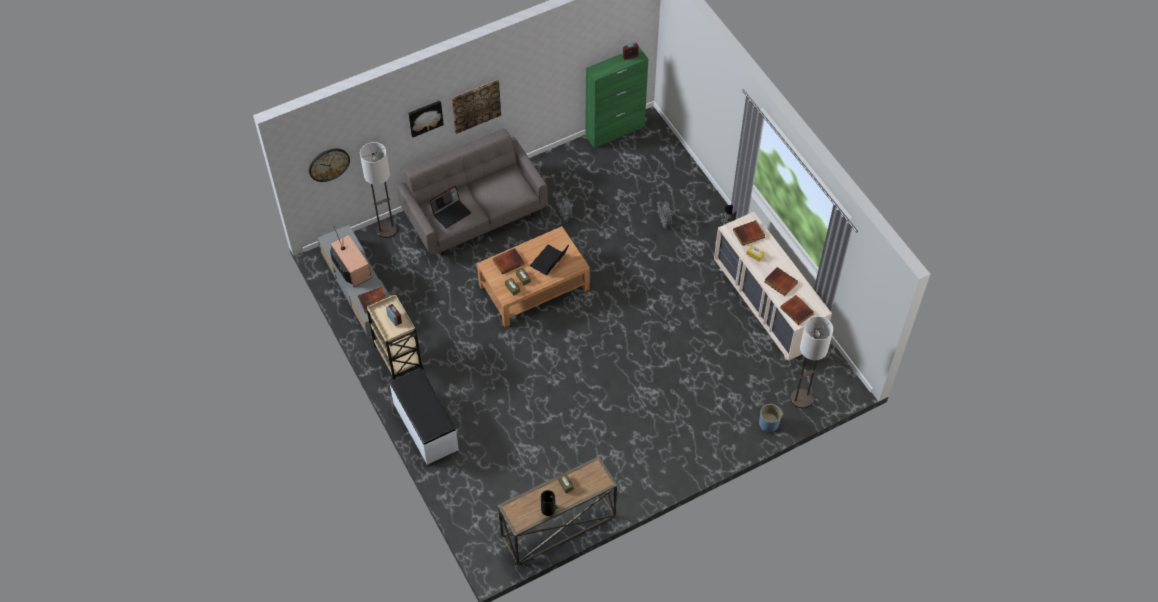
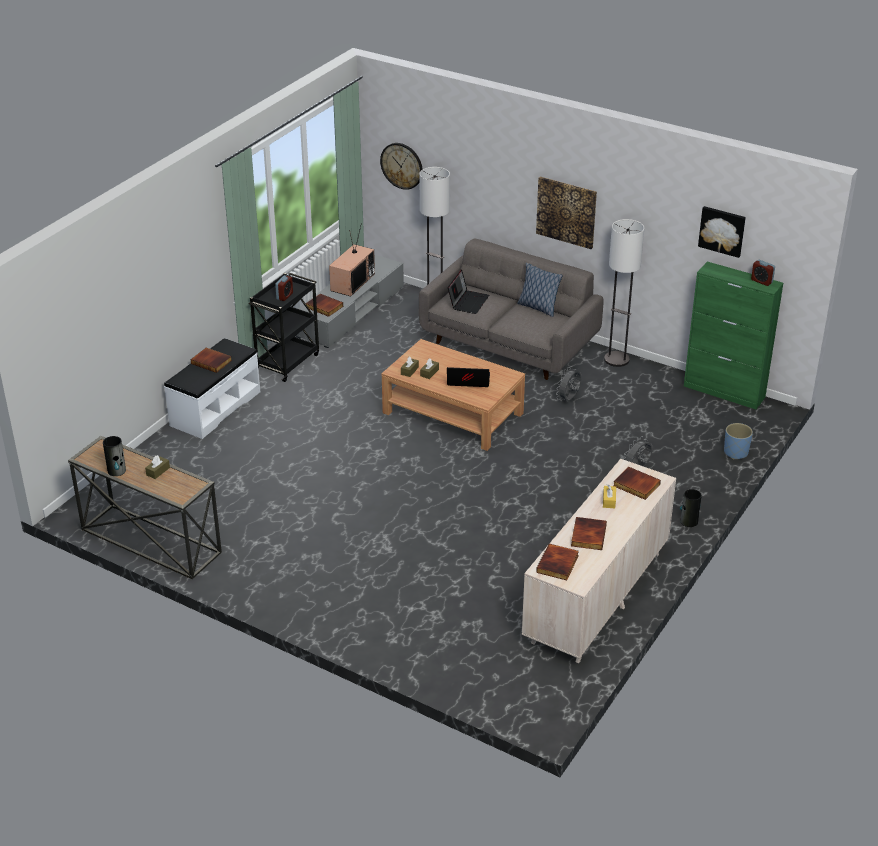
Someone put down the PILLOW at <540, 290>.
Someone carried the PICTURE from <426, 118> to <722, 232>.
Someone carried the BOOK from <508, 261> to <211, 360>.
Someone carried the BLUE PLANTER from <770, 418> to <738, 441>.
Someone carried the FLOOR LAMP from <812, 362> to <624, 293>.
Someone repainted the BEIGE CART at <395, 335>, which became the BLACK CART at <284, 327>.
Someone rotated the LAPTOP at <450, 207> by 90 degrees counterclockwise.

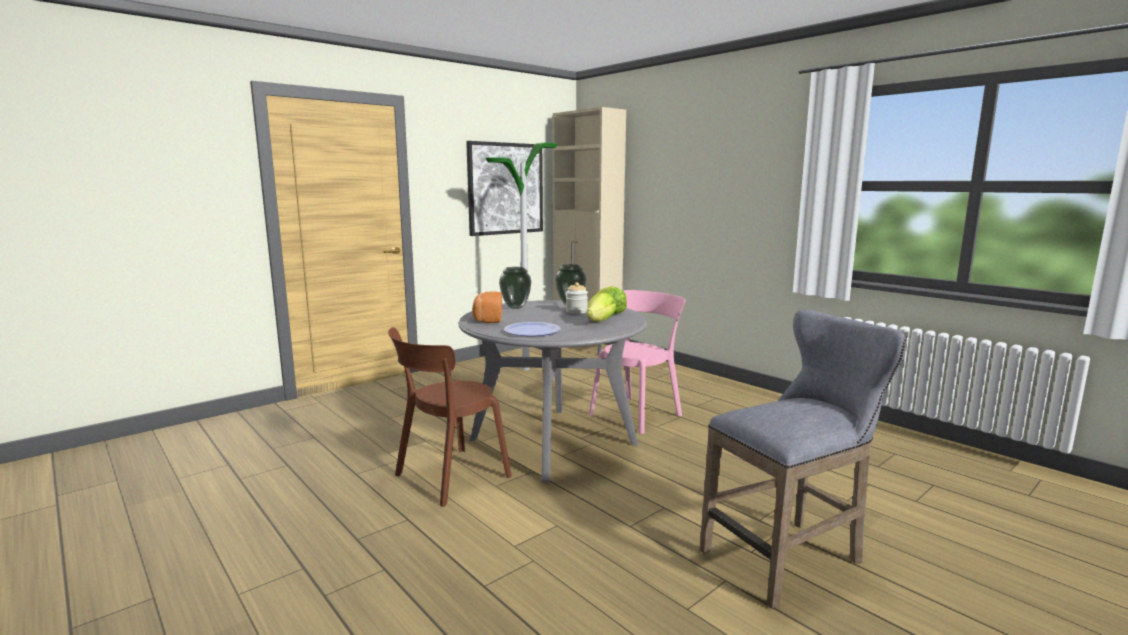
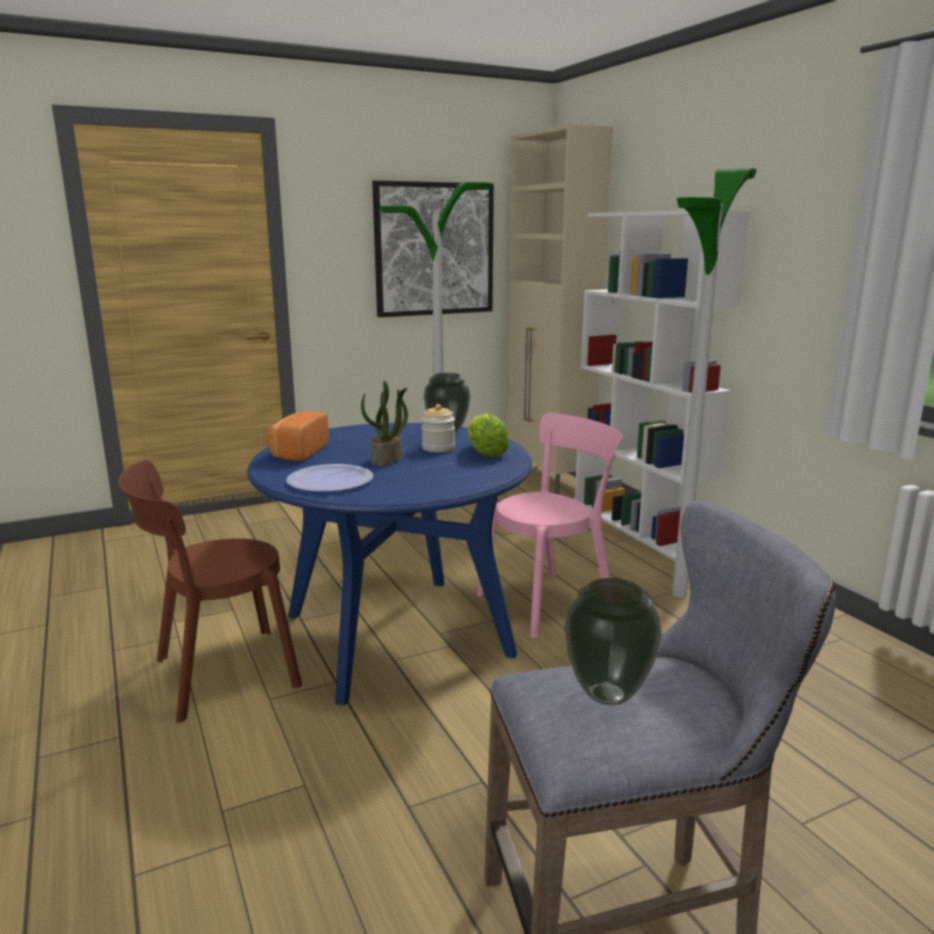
Someone took away the LETTUCE at <601, 307>.
Someone put down the POTTED PLANT at <384, 423>.
Someone put down the WHITE BOOKCASE at <662, 385>.
Someone put down the FLOOR LAMP at <714, 383>.
Someone carried the VASE from <515, 288> to <613, 641>.
Someone repainted the GREY DINING TABLE at <553, 391>, which became the BLUE DINING TABLE at <389, 564>.

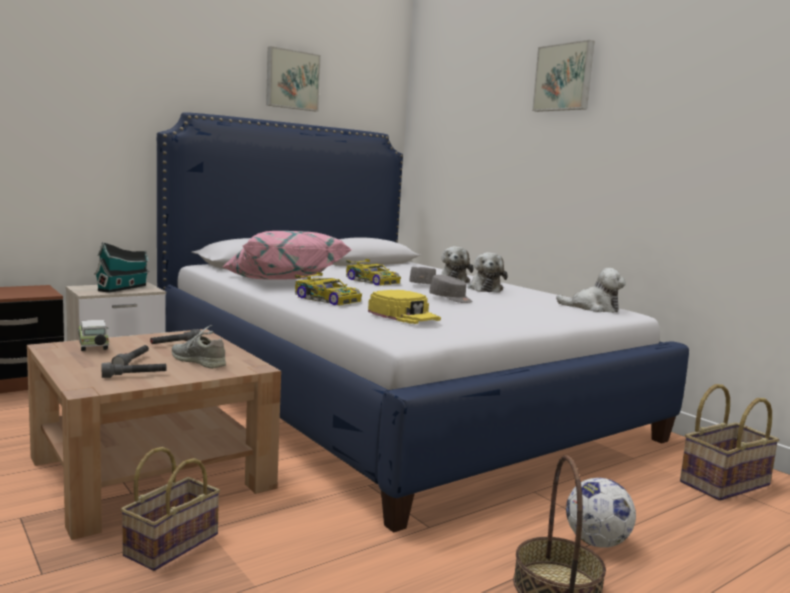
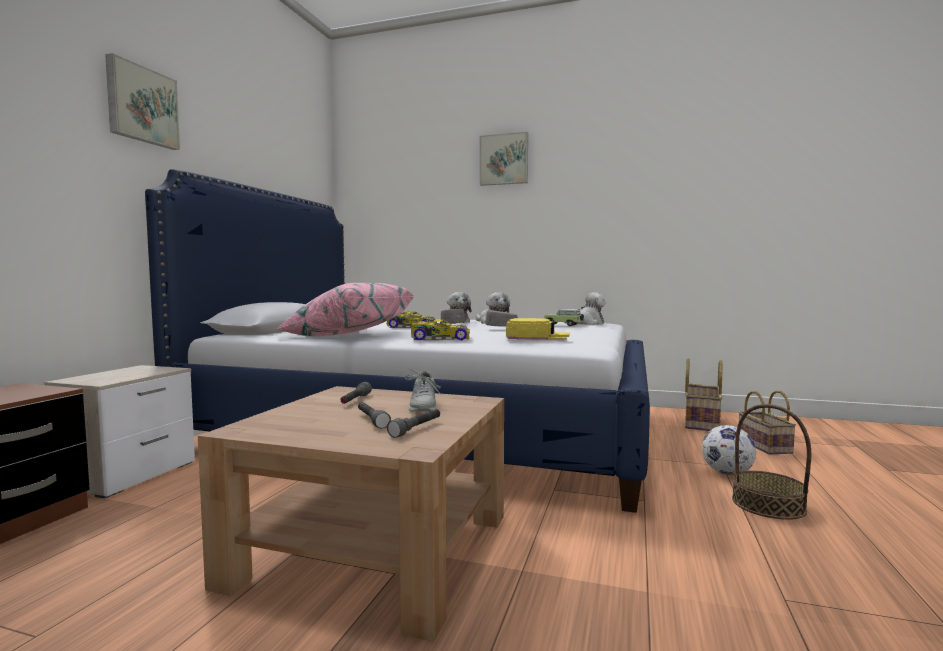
Someone took away the TOY HOUSE at <121, 267>.
Someone carried the TOY CAR from <93, 335> to <564, 317>.
Someone carried the BASKET from <170, 509> to <767, 422>.
Someone carried the PICTURE from <293, 78> to <142, 101>.
Someone rotated the GREY SHOE at <199, 347> by 90 degrees counterclockwise.

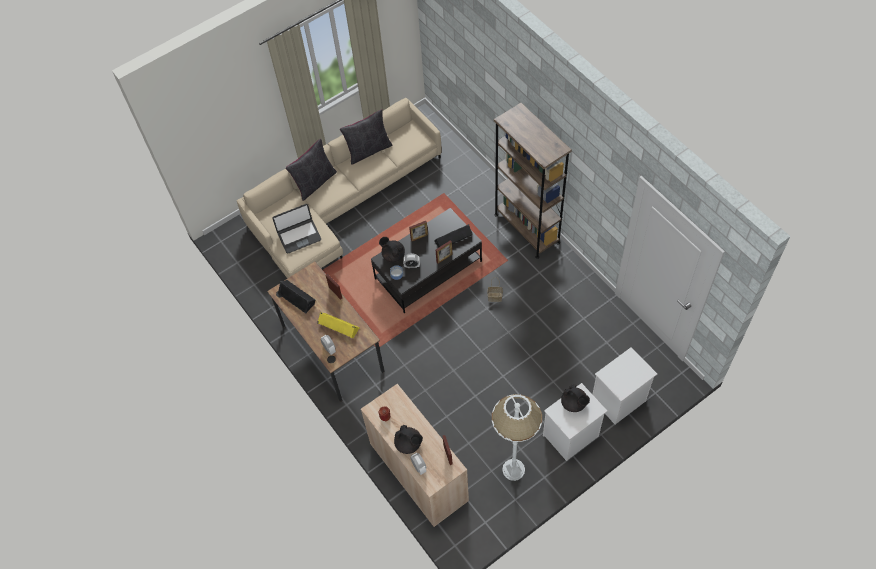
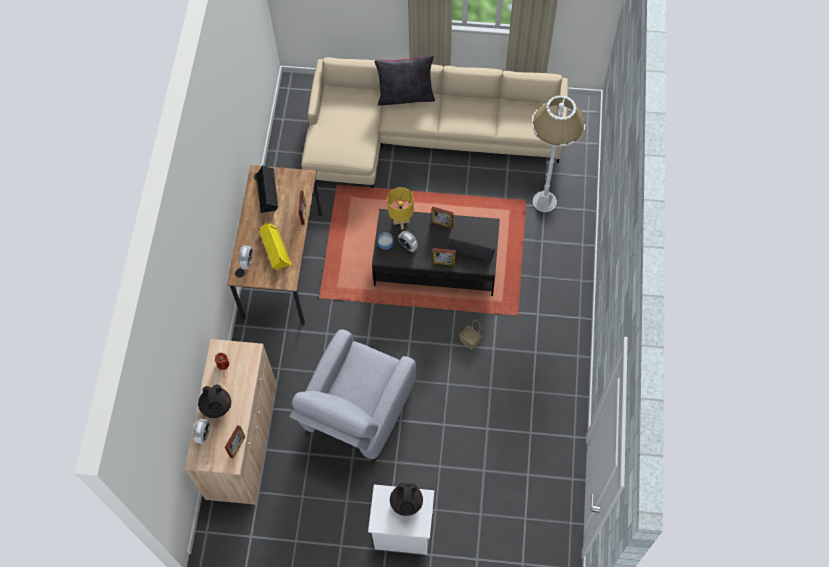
Someone took away the LAPTOP at <296, 229>.
Someone took away the BLACK PILLOW at <366, 137>.
Someone took away the BROWN BOOKCASE at <533, 181>.
Someone took away the WHITE NIGHTSTAND at <624, 386>.
Someone put down the GREY ARMCHAIR at <352, 397>.
Someone carried the WHITE FLOOR LAMP from <517, 437> to <559, 153>.
Someone swapped the BLACK TEAPOT at <392, 249> for the YELLOW TABLE LAMP at <400, 208>.

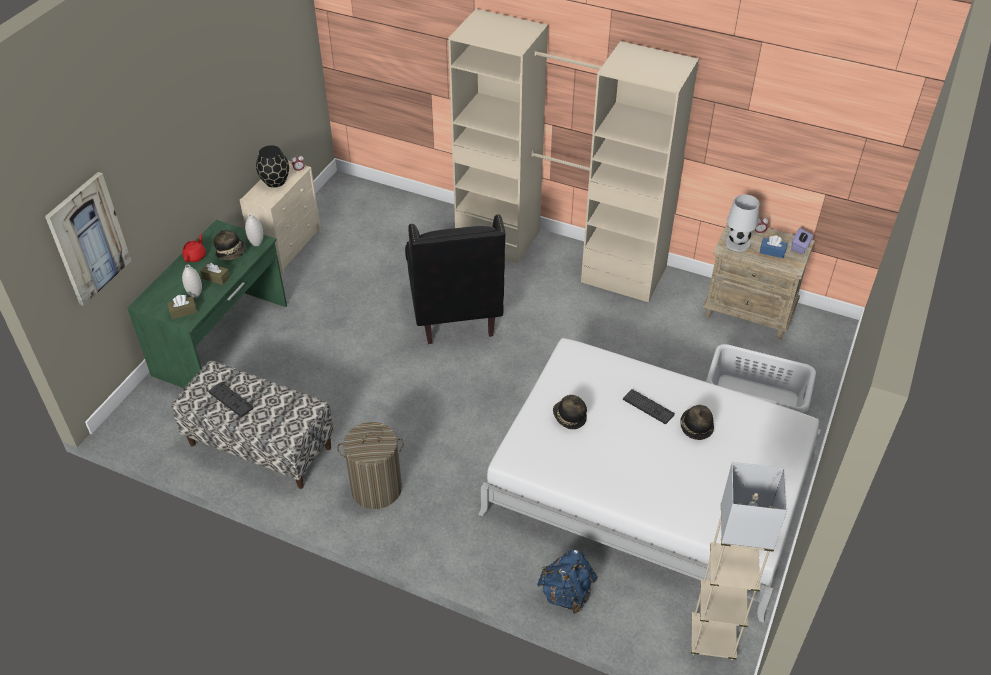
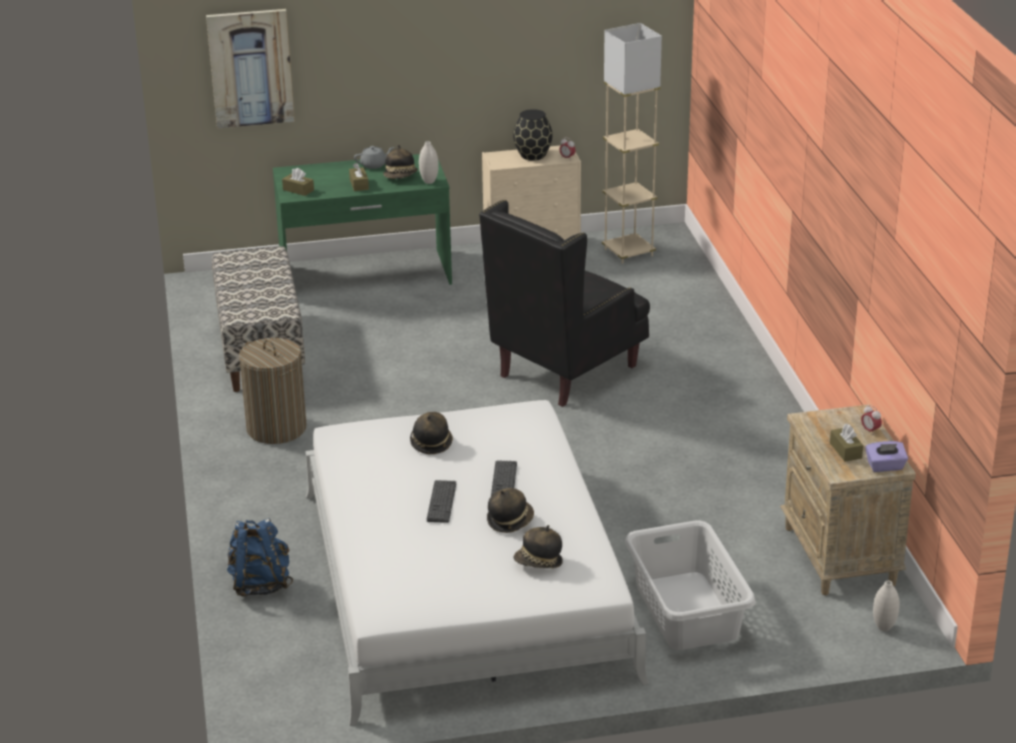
Someone took away the BEIGE WARDROBE at <573, 155>.
Someone took away the WHITE TABLE LAMP at <742, 223>.
Someone put down the HAT at <538, 546>.
Someone carried the WHITE VASE from <192, 281> to <886, 606>.
Someone carried the KEYBOARD from <231, 399> to <441, 501>.
Someone carried the BEIGE FLOOR LAMP from <739, 561> to <632, 143>.
Someone repainted the RED TEAPOT at <194, 248>, which became the GREY TEAPOT at <374, 157>.
Someone repainted the BLUE TISSUE BOX at <773, 247>, which became the BROWN TISSUE BOX at <846, 442>.

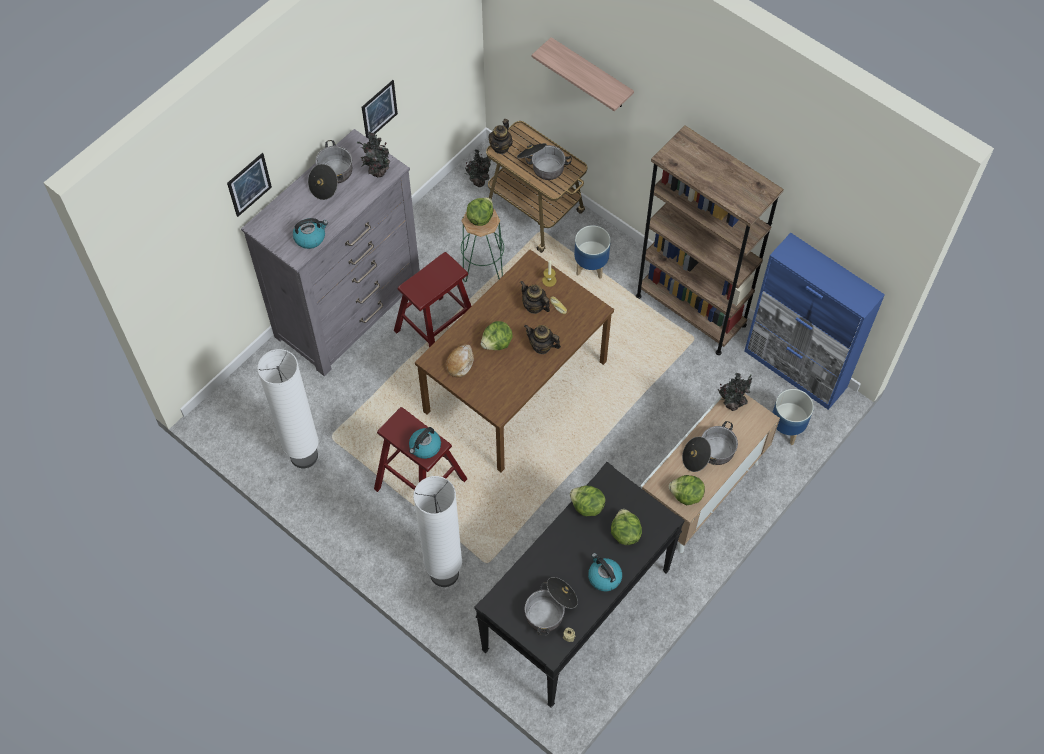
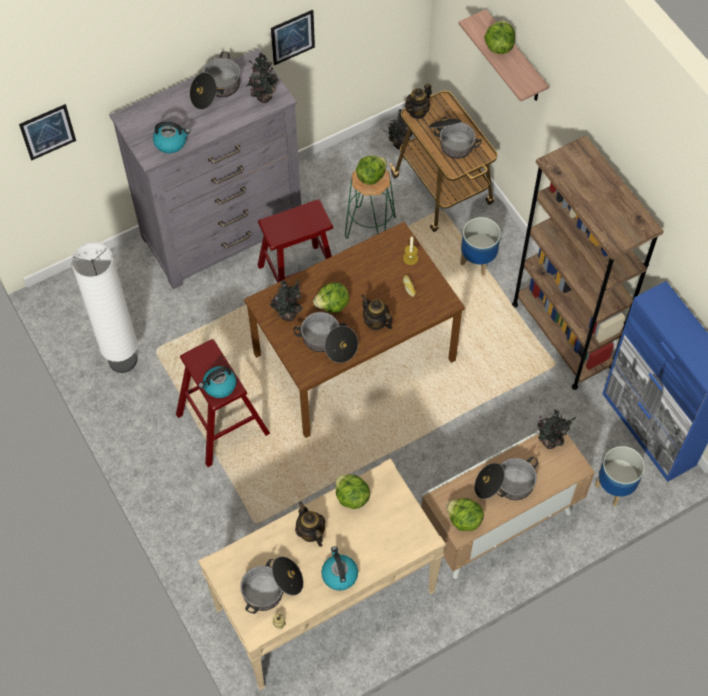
Someone took away the WHITE FLOOR LAMP at <437, 531>.
Someone put down the COOKING POT at <325, 337>.
Someone carried the PICTURE from <249, 185> to <47, 132>.
Someone carried the TEAPOT from <535, 297> to <310, 524>.
Someone carried the LETTUCE from <626, 527> to <499, 37>.
Someone swapped the BREAD at <460, 361> for the POTTED PLANT at <285, 300>.
Someone repainted the BLACK CONSOLE TABLE at <579, 585>, which became the BEIGE CONSOLE TABLE at <322, 574>.

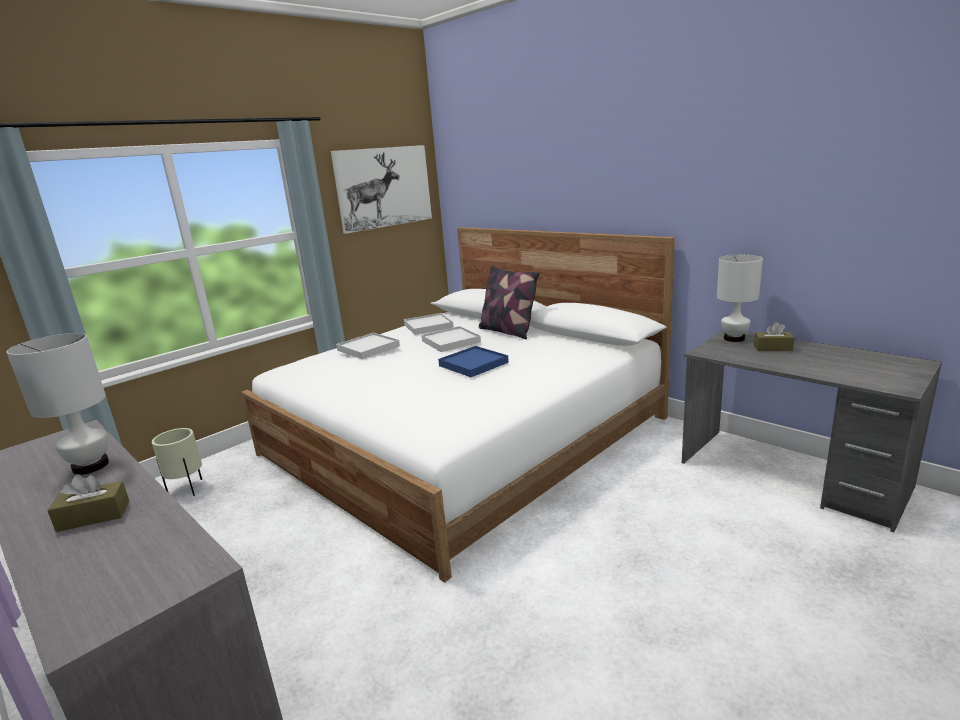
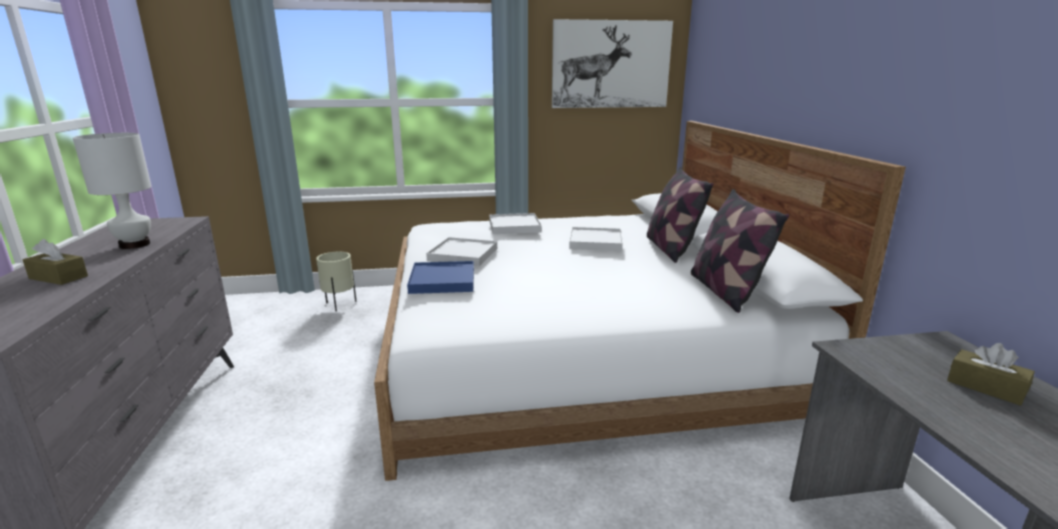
Someone took away the WHITE TABLE LAMP at <740, 298>.
Someone put down the PILLOW at <740, 251>.
Someone carried the WHITE TRAY from <429, 324> to <461, 251>.
Someone carried the BLUE TRAY from <473, 361> to <440, 277>.

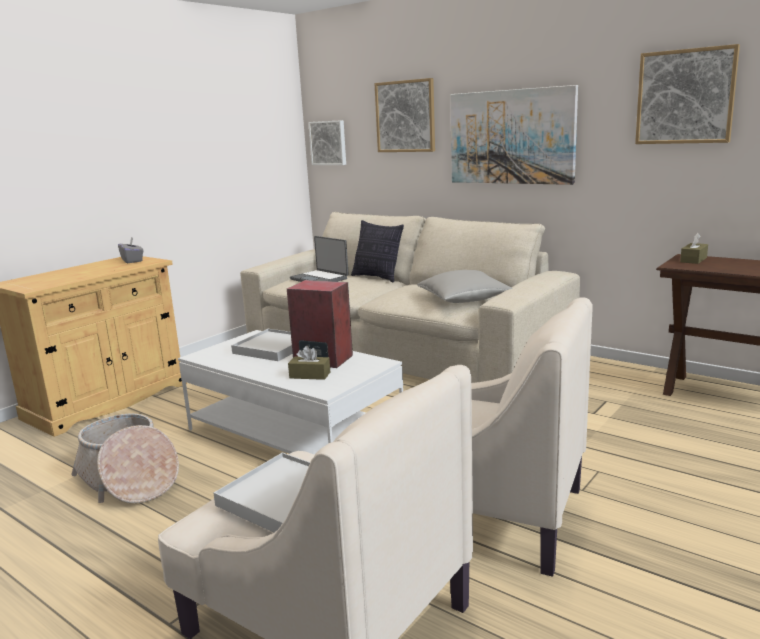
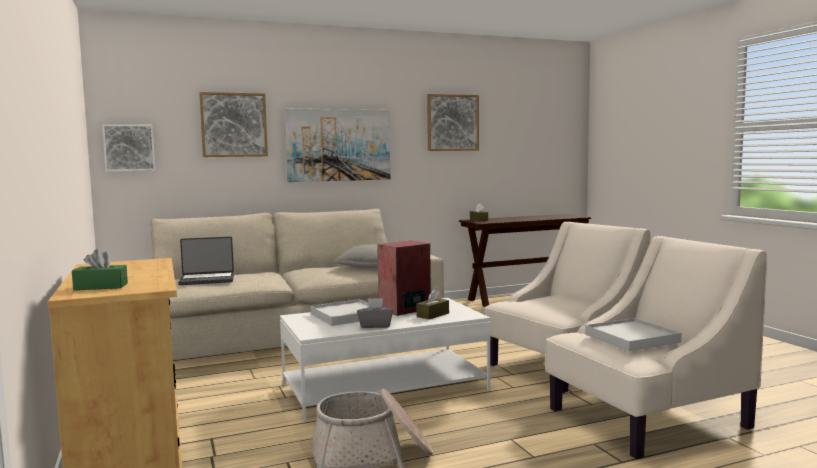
Someone took away the PILLOW at <377, 251>.
Someone put down the GREEN TISSUE BOX at <100, 269>.
Someone carried the GREY TISSUE BOX from <131, 250> to <375, 313>.

